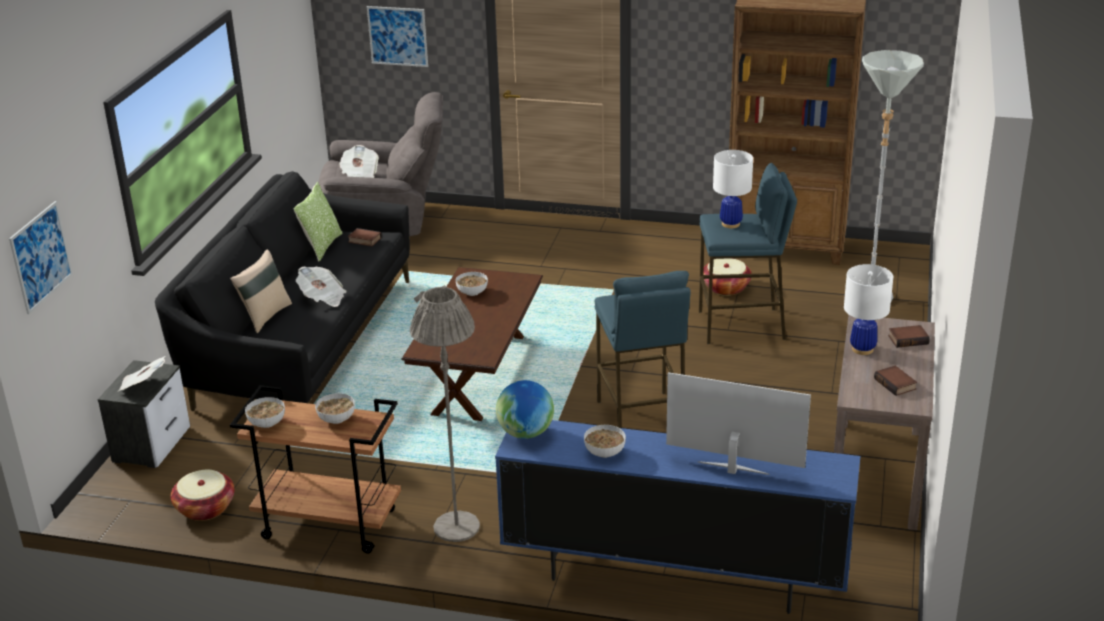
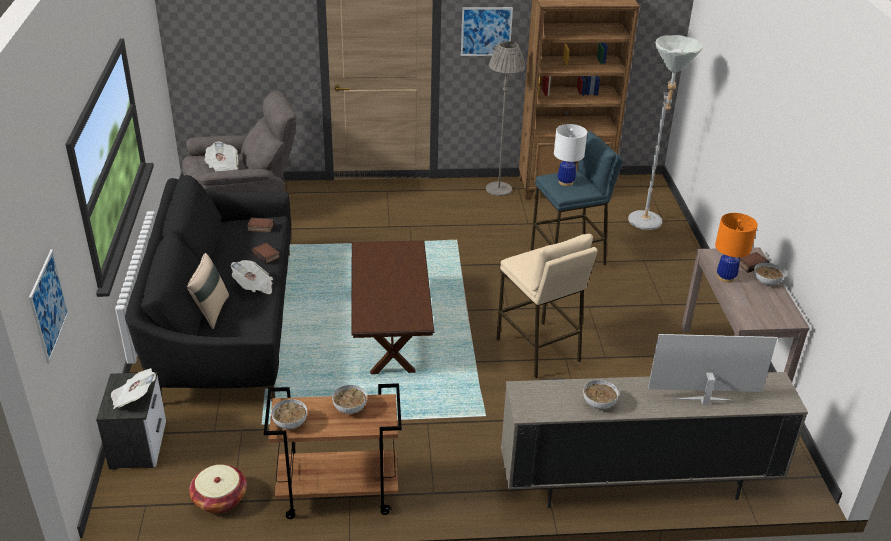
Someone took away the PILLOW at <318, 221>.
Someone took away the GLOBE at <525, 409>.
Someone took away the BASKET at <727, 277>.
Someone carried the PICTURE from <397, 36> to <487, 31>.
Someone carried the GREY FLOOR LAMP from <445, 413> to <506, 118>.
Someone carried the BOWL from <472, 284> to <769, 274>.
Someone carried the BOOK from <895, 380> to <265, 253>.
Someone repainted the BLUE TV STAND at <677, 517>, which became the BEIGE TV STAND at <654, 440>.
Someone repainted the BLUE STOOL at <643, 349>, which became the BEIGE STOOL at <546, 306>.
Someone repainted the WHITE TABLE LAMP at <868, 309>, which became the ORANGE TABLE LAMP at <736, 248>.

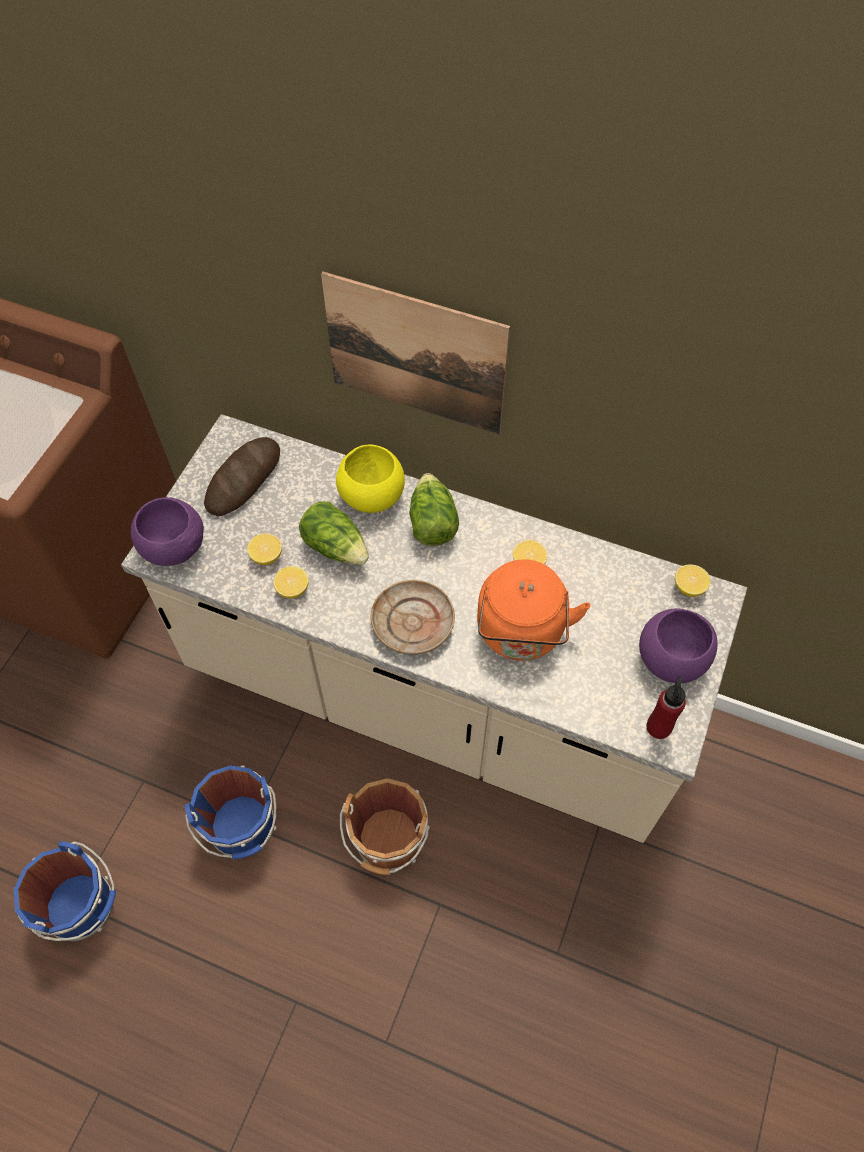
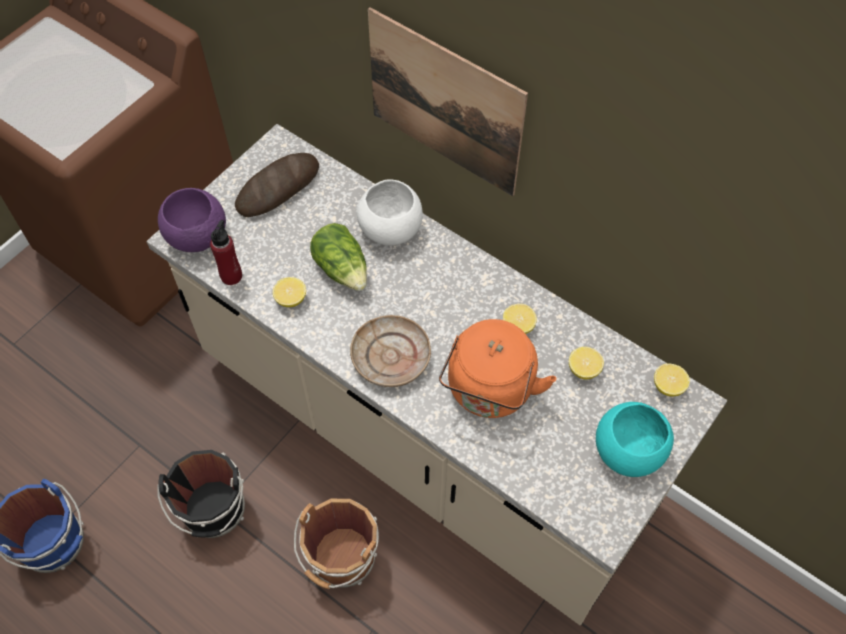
Someone took away the LETTUCE at <434, 509>.
Someone carried the LEMON from <264, 549> to <586, 363>.
Someone carried the RED BOTTLE from <666, 707> to <226, 252>.
Someone repainted the BLUE BUCKET at <231, 812>, which became the BLACK BUCKET at <201, 494>.
Someone repainted the YELLOW BOWL at <370, 479>, which became the WHITE BOWL at <390, 212>.
Someone repainted the PURPLE BOWL at <678, 645>, which became the TURQUOISE BOWL at <635, 439>.

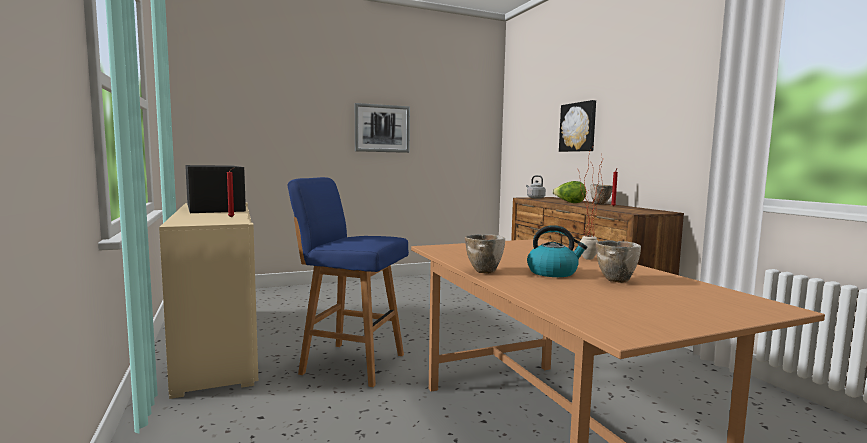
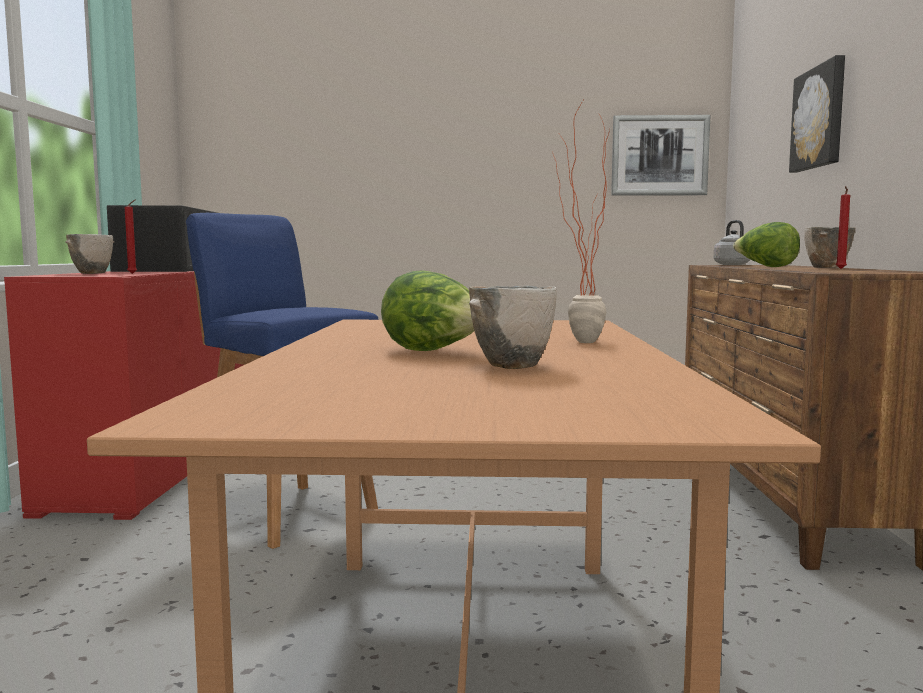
Someone carried the PICTURE from <382, 128> to <660, 155>.
Someone carried the BOWL from <485, 253> to <90, 254>.
Someone swapped the KETTLE at <557, 251> for the LETTUCE at <427, 310>.
Someone repainted the BEIGE CABINET at <208, 301>, which became the RED CABINET at <123, 395>.

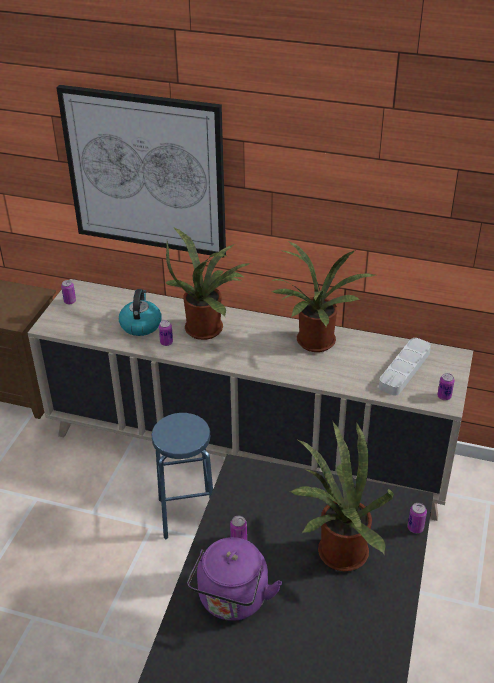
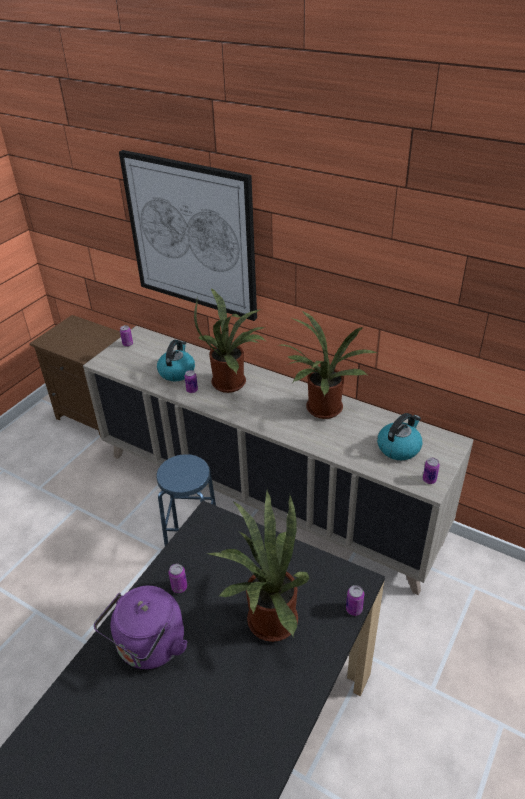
Someone swapped the GREY TRAY at <405, 366> for the KETTLE at <399, 436>.

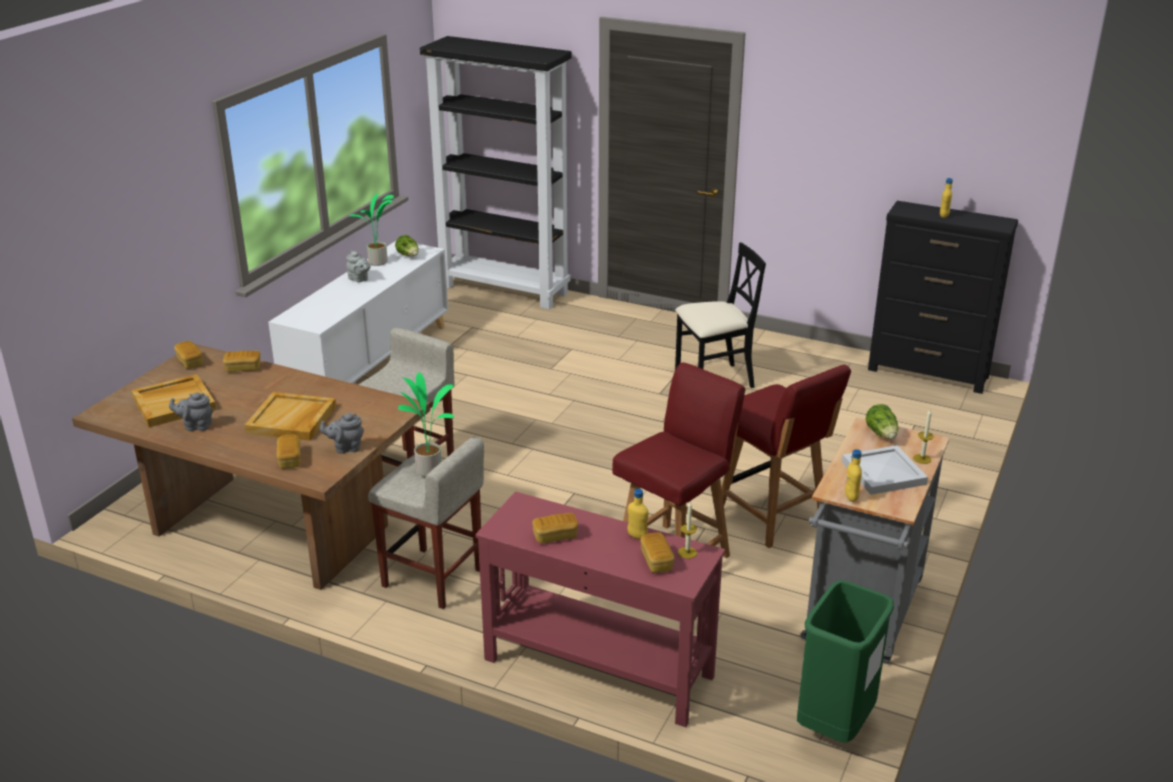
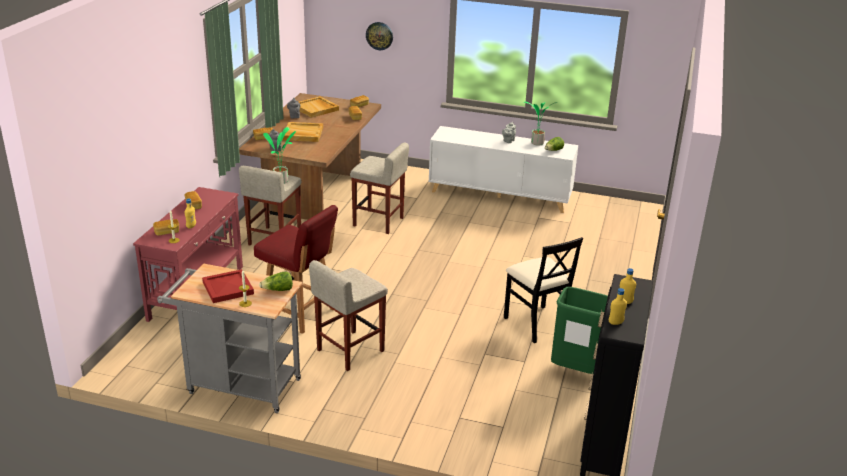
Someone took away the BLACK BOOKCASE at <496, 172>.
Someone put up the WALL CLOCK at <379, 36>.
Someone carried the GREEN TRASH CAN from <845, 661> to <579, 330>.
Someone carried the YELLOW BOTTLE from <853, 475> to <618, 306>.
Someone swapped the RED CHAIR at <786, 456> for the BEIGE STOOL at <348, 315>.
Someone repainted the WHITE TRAY at <885, 470>, which became the RED TRAY at <228, 286>.

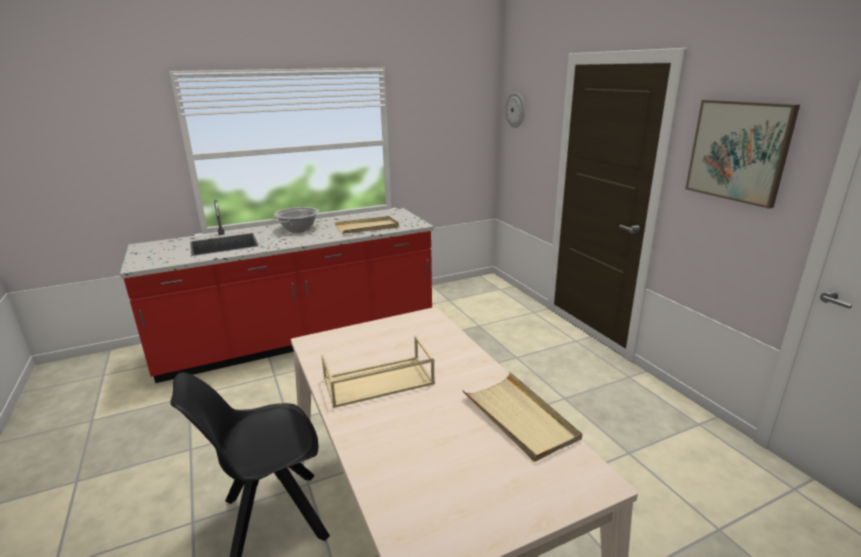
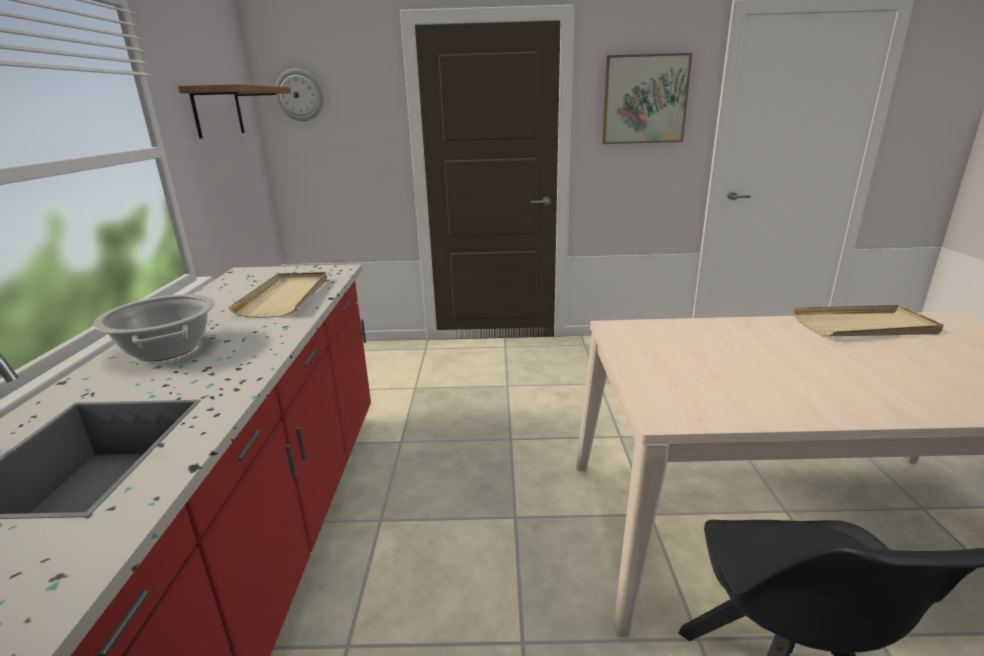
Someone took away the BEIGE TRAY at <378, 371>.
Someone put up the SHELF at <234, 111>.

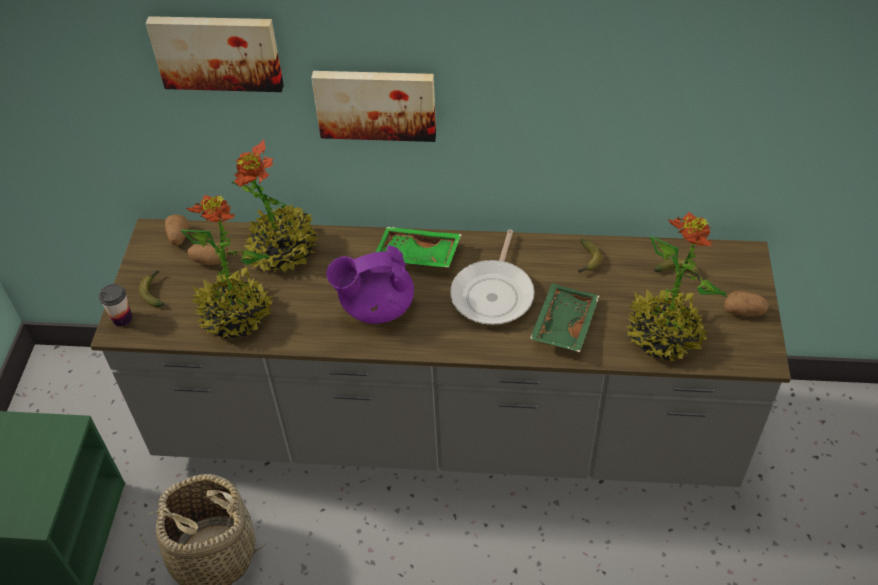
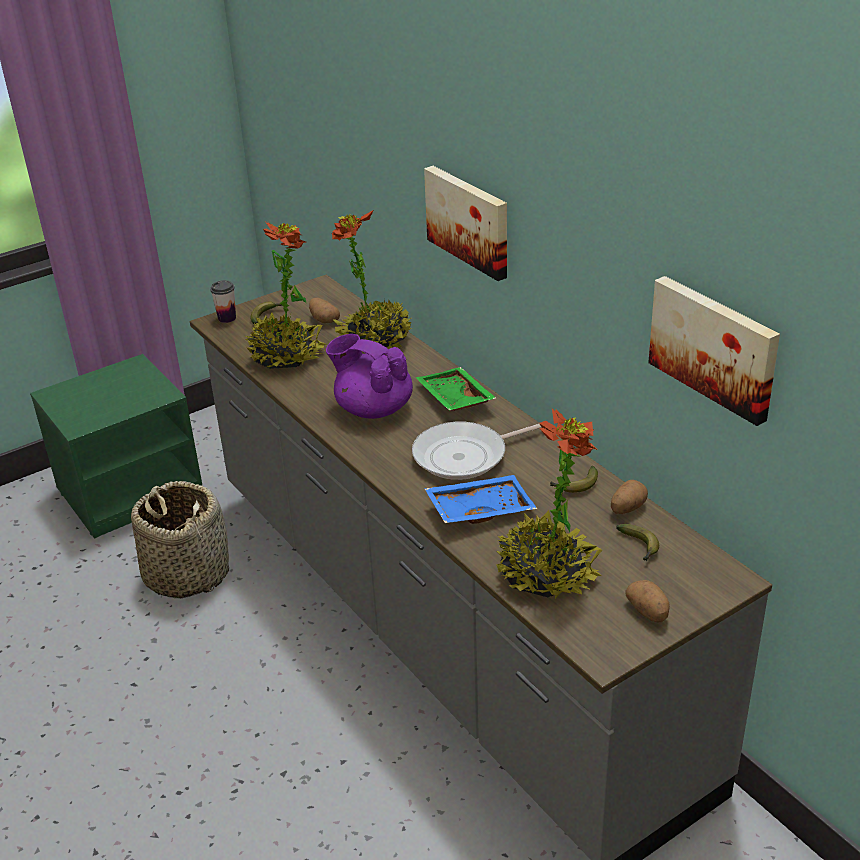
Someone carried the PICTURE from <215, 54> to <714, 351>.
Someone carried the POTATO from <177, 230> to <629, 497>.
Someone repainted the GREEN TRAY at <564, 317>, which became the BLUE TRAY at <480, 499>.

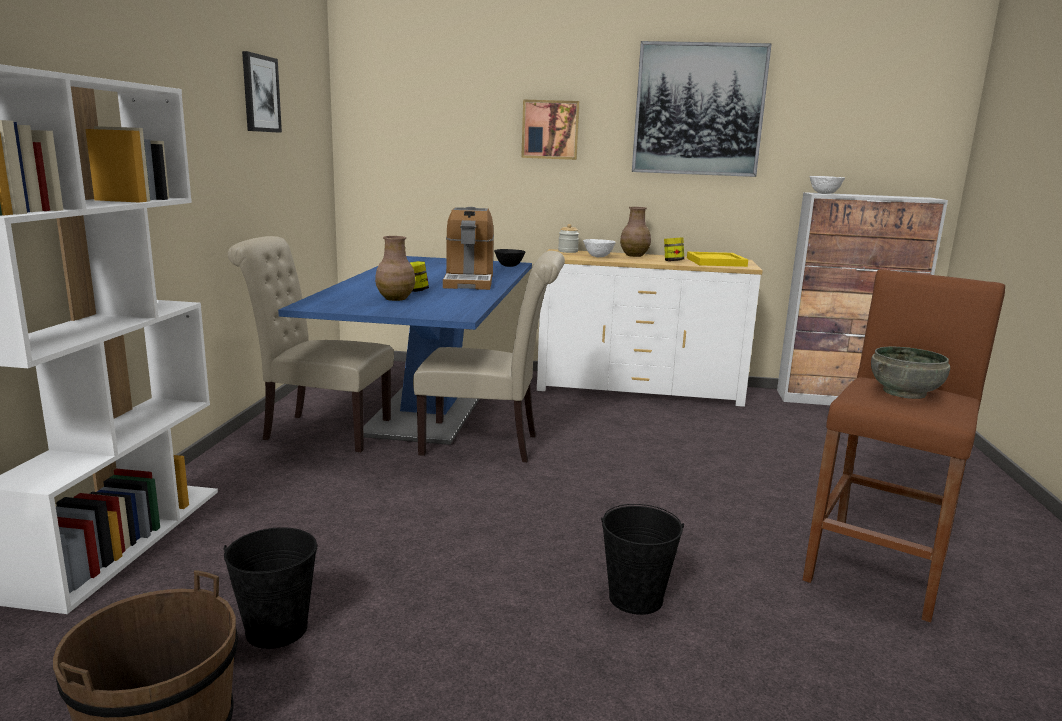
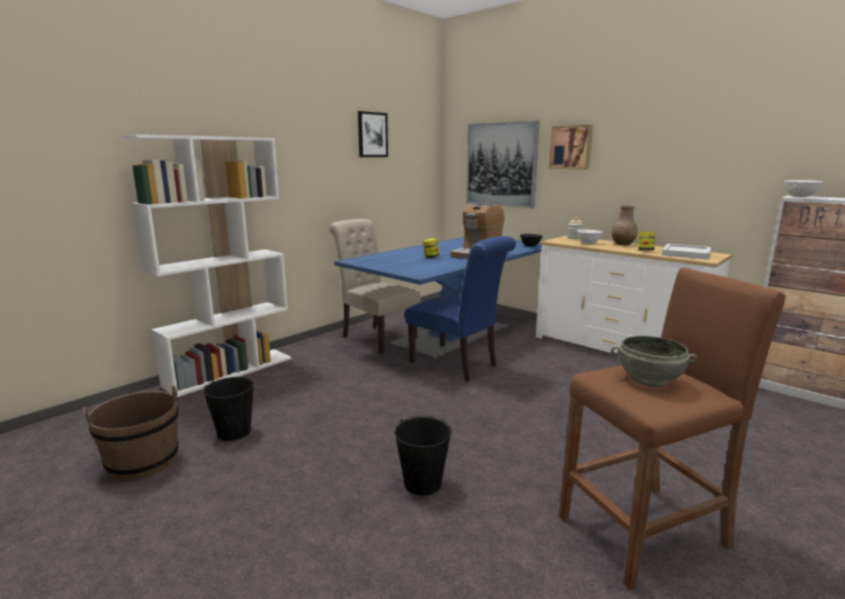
Someone took away the BROWN VASE at <395, 268>.
Someone carried the PICTURE from <702, 109> to <503, 164>.
Someone repainted the BEIGE CHAIR at <489, 357>, which became the BLUE CHAIR at <460, 309>.
Someone repainted the YELLOW TRAY at <717, 259>, which became the WHITE TRAY at <686, 252>.

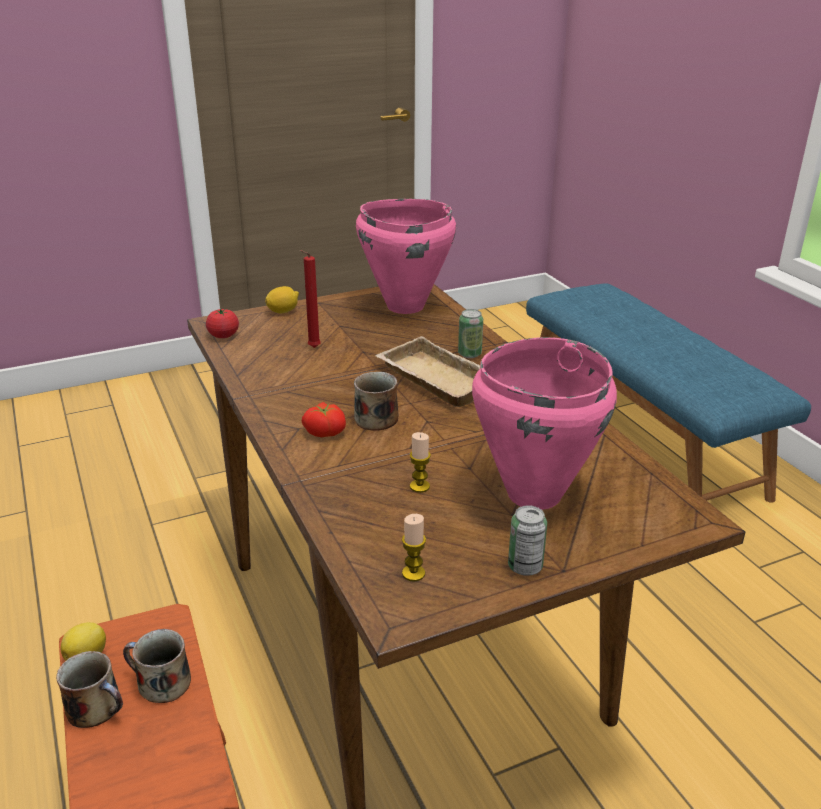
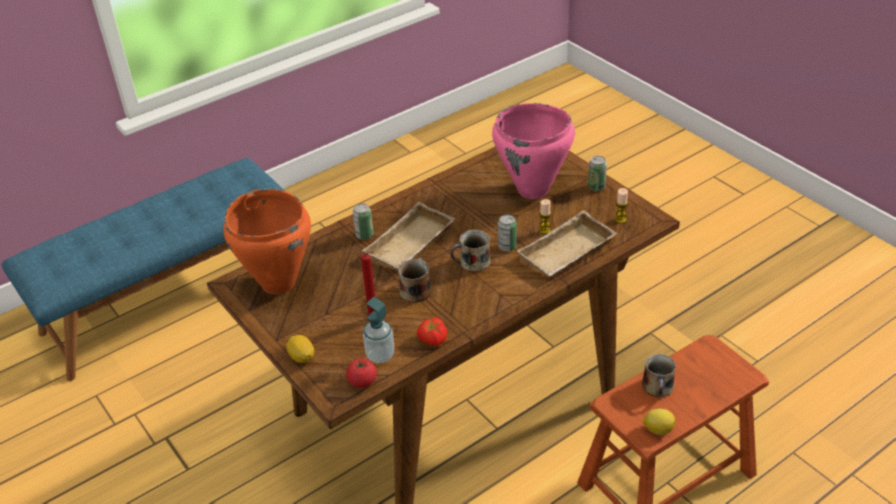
Someone put down the SOAP DISPENSER at <378, 330>.
Someone put down the CAN at <507, 232>.
Someone put down the BEIGE TRAY at <567, 243>.
Someone carried the MUG from <89, 689> to <414, 280>.
Someone carried the TOMATO from <324, 419> to <432, 332>.
Someone repainted the PINK COOKING POT at <406, 256>, which became the ORANGE COOKING POT at <267, 241>.

